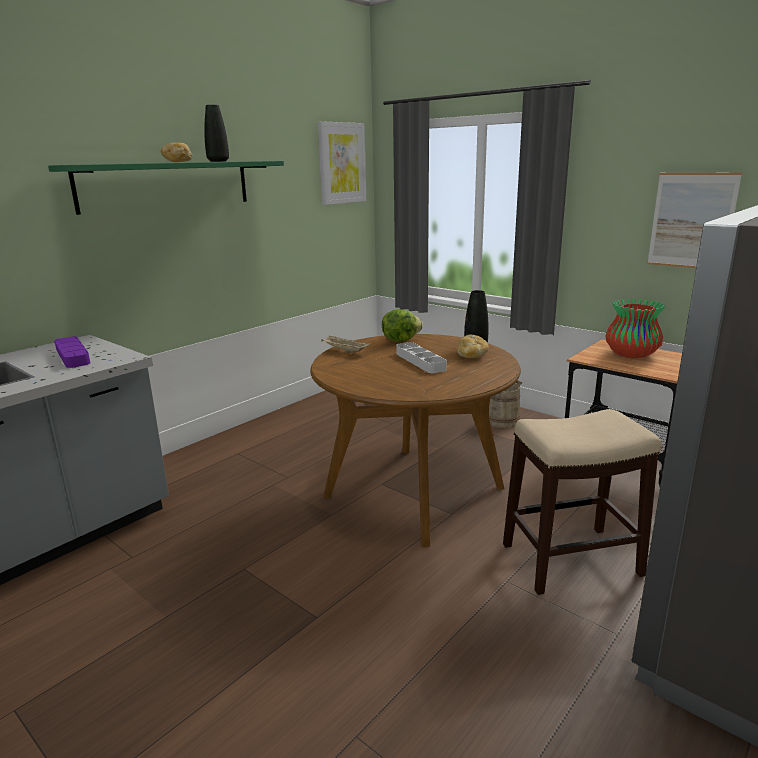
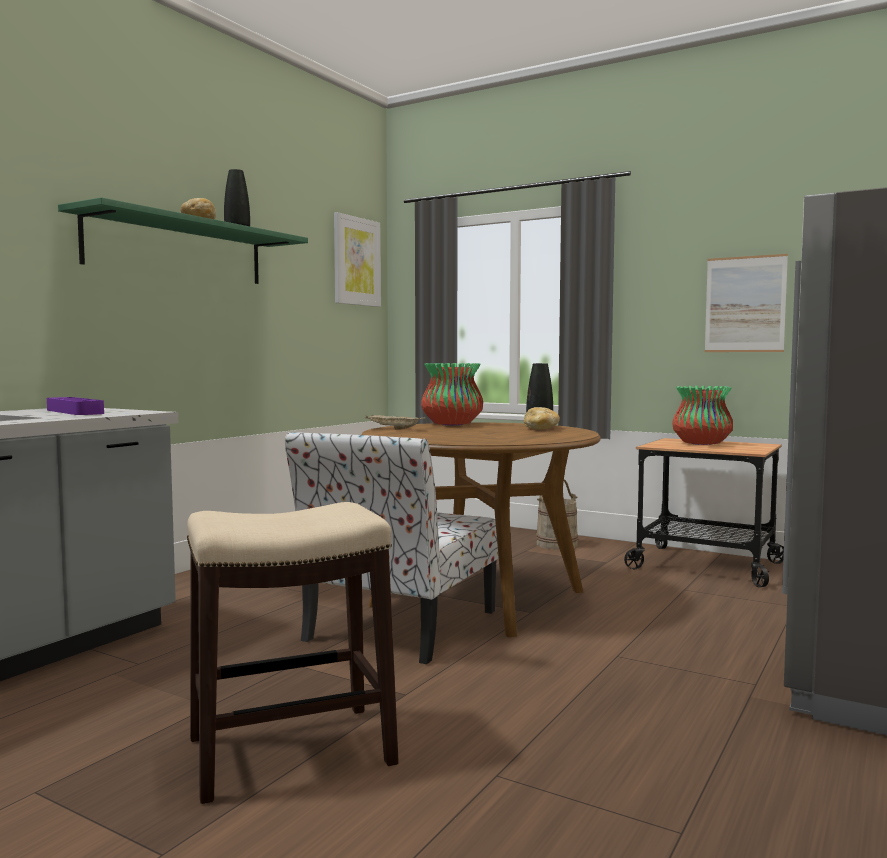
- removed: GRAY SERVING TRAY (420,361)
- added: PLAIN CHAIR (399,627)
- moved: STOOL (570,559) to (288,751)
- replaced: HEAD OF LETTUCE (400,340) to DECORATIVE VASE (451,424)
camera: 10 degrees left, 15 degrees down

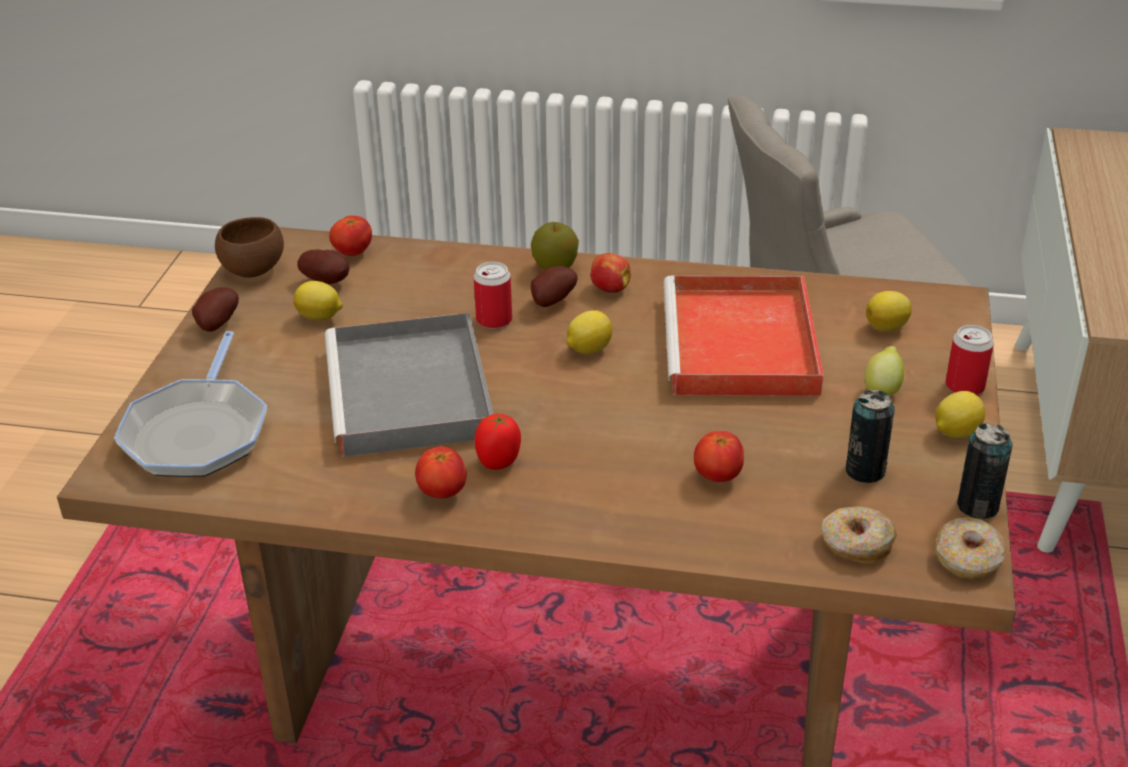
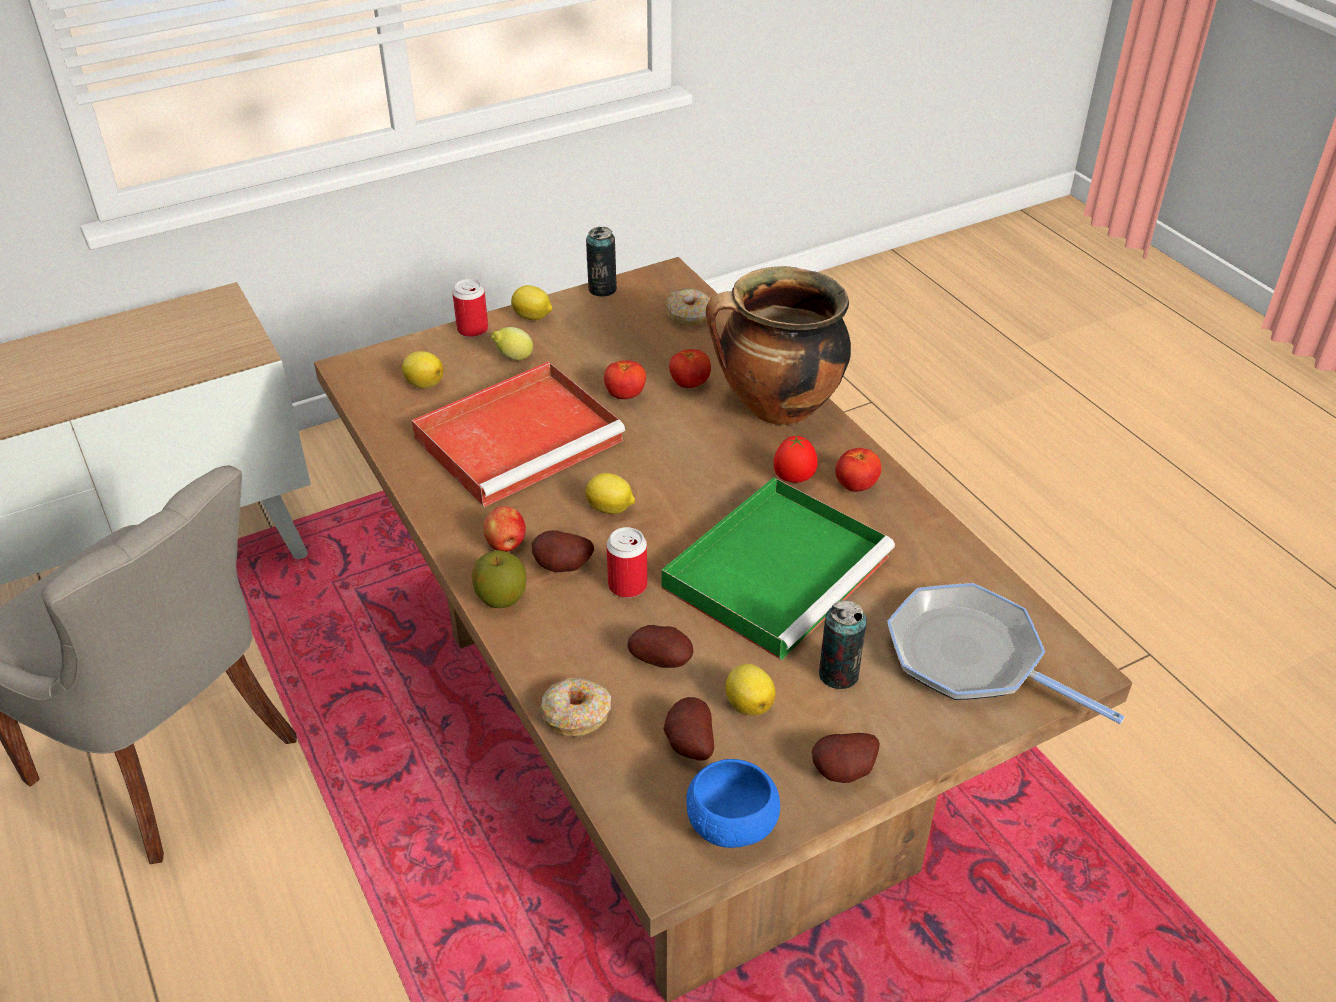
- added: WHOLE POTATO (663,660)
- added: STOCKPOT (777,409)
- moved: TOMATO (352,253) to (625,395)
- moved: METAL CAN (865,470) to (838,674)
- moved: DONUT (968,558) to (576,714)
- recoloured: BROWN BOWL (254,270) to BLUE BOWL (731,826)
- recoloured: GRAY SERVING TRAY (411,393) to GREENISH SERVING TRAY (778,569)
- turned: FRYING PAN (198,432) = (972,658) 105 degrees counterclockwise
camera: 130 degrees left, 5 degrees up

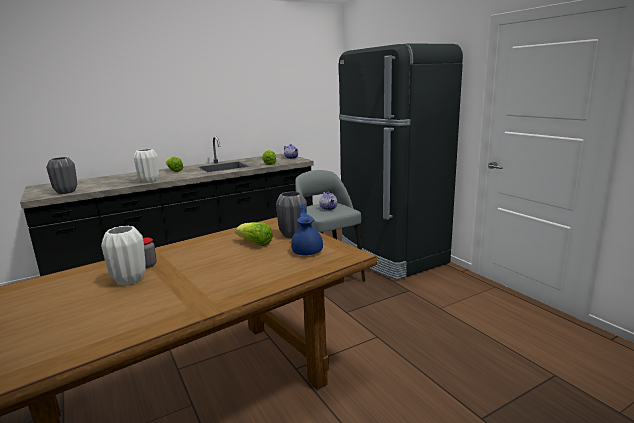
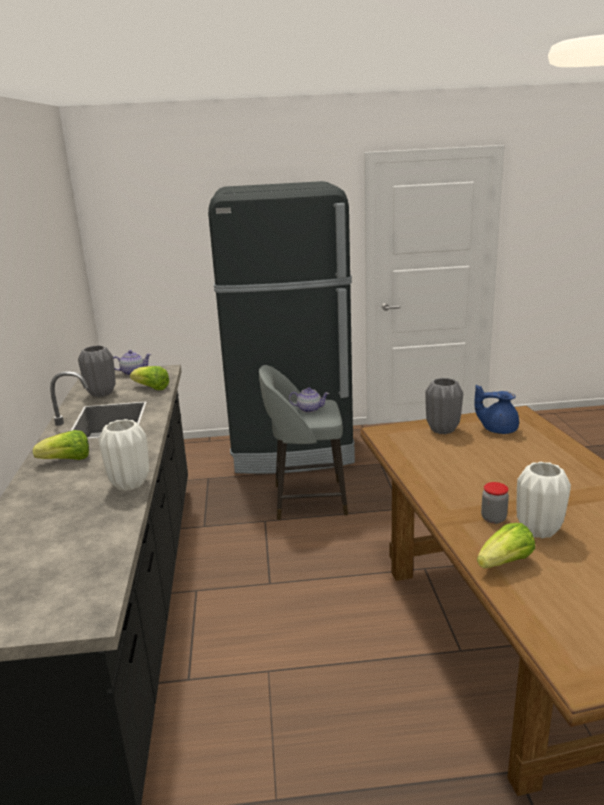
- moved: GRAY DECORATIVE VASE (66,192) to (102,393)
- moved: HEAD OF LETTUCE (255,243) to (505,562)
camera: 65 degrees left, 5 degrees up

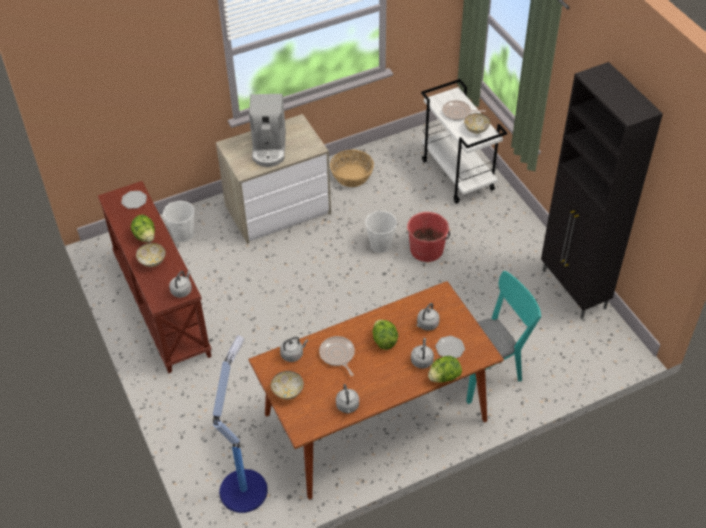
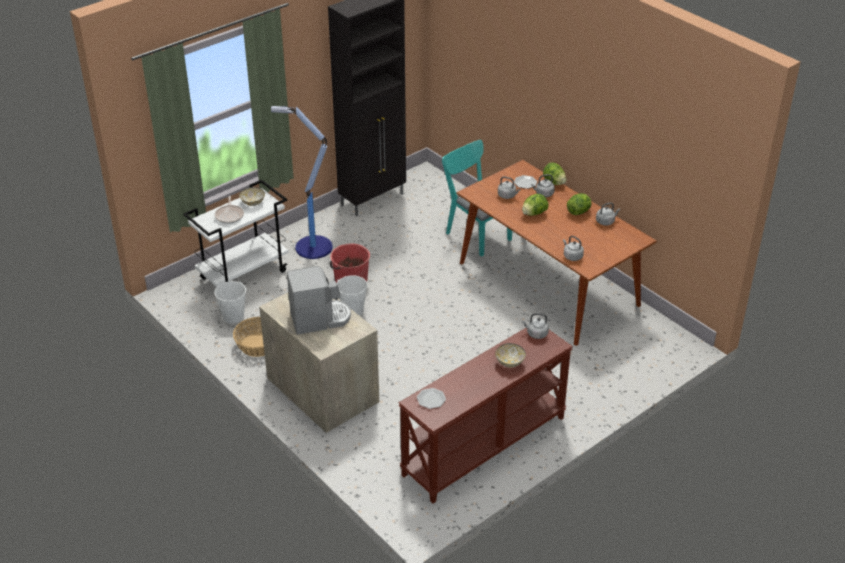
- removed: BOWL (287,391)
- removed: FRYING PAN (337,355)
- moved: HEAD OF LETTUCE (145,236) to (579,212)
- moved: WHITE-COLOURED PAIL (183,234) to (233,316)
- moved: STANDARD LAMP (244,489) to (312,247)
camera: 105 degrees left, 10 degrees down

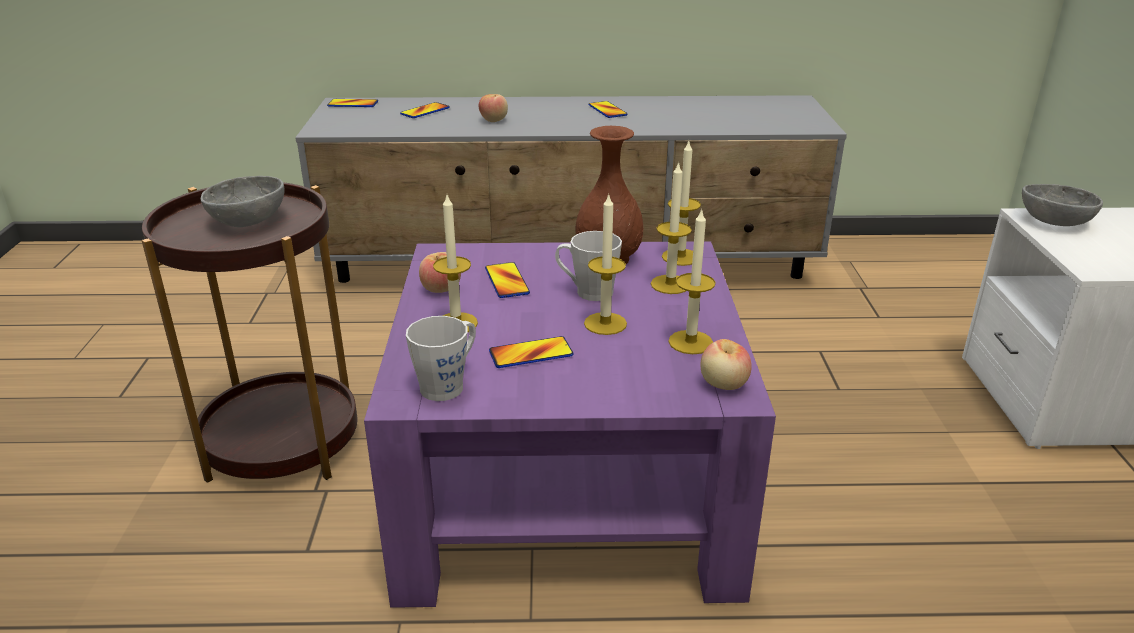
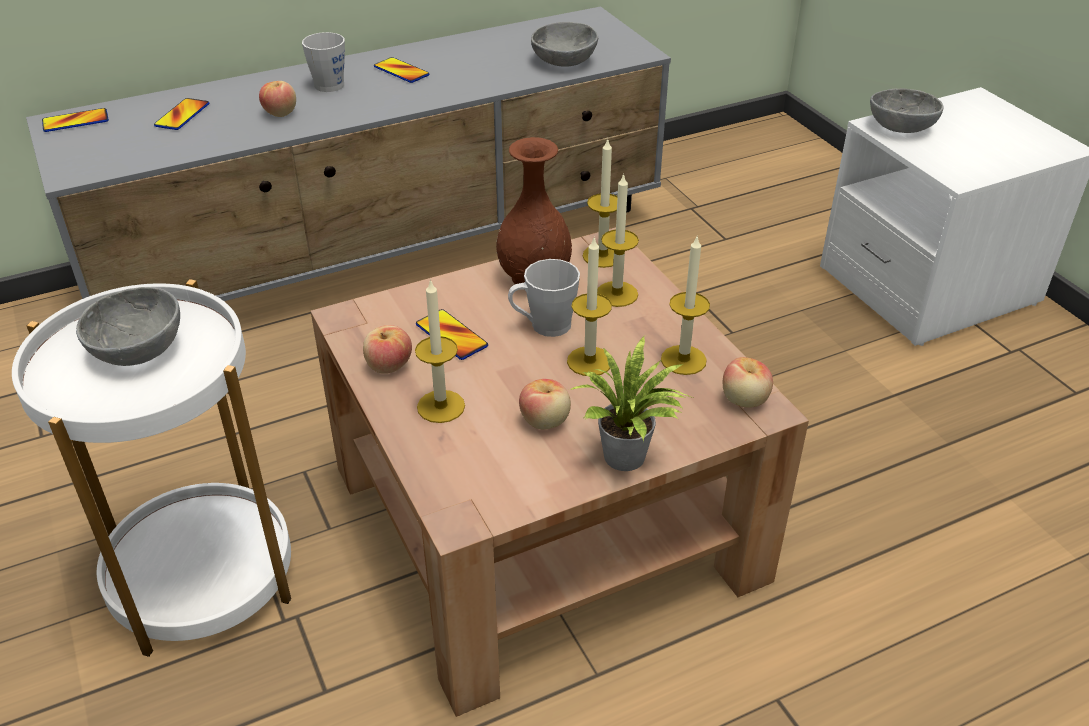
- added: GRAY BOWL (564,62)
- added: POTTED PLANT (628,460)
- moved: GRAY MUG (448,384) to (332,82)
- replaced: PHONE (531,354) to APPLE (545,421)
- recoloured: BROWN SIDE TABLE (282,441) to WHITE-COLOURED SIDE TABLE (202,576)
- recoloured: PURPLE-COLOURED LOW TABLE (567,486) to BROWN LOW TABLE (544,522)
camera: 25 degrees left, 10 degrees up

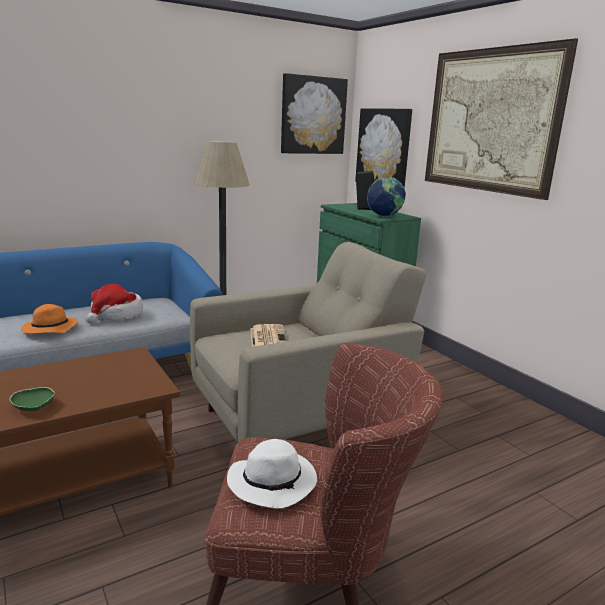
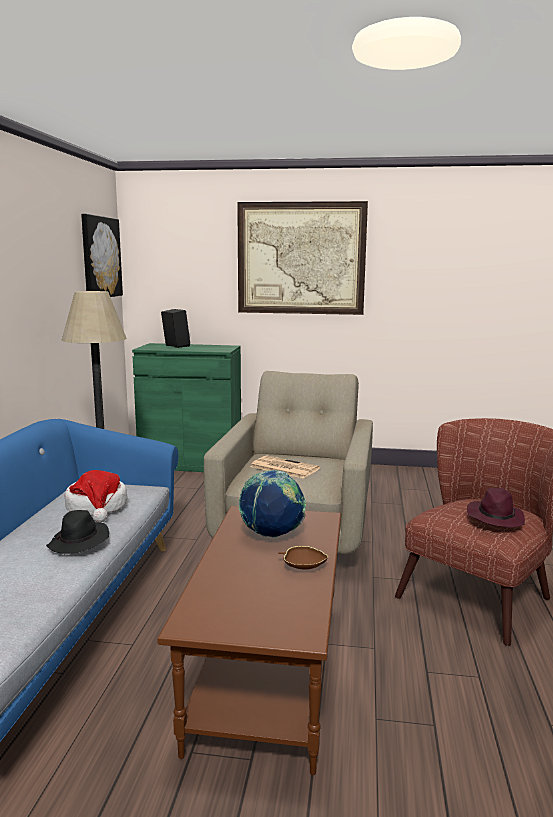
- removed: PICTURE (383,148)
- moved: DESK GLOBE (384,217) to (272,535)
- recoloured: GREENISH BOWL (34,407) to BROWN BOWL (303,566)
- recoloured: ORANGE-COLOURED CLOTHING HAT (49,329) to BLACKISH CLOTHING HAT (79,542)
- recoloured: WHITE-COLOURED CLOTHING HAT (273,482) to PURPLE-COLOURED CLOTHING HAT (495,518)
camera: 50 degrees left, 5 degrees down

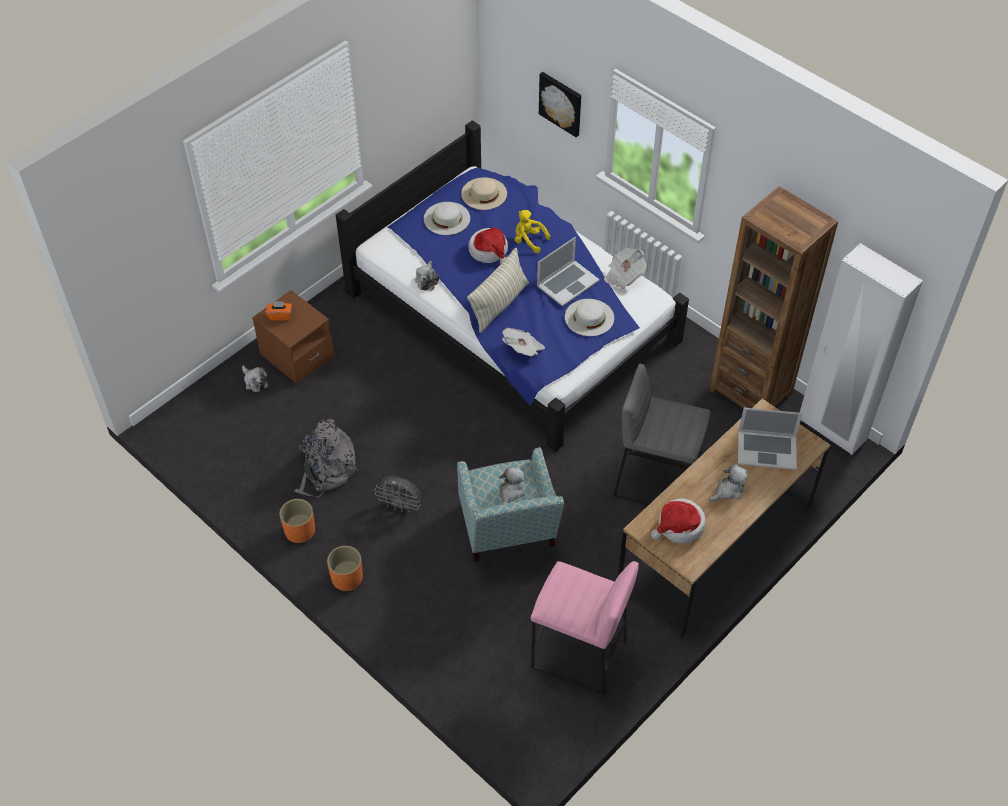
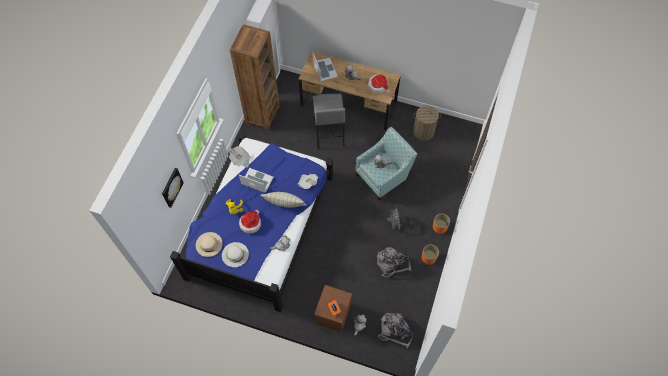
- removed: WHITE-COLOURED CLOTHING HAT (589,317)
- added: GRAY KNAPSACK (395,331)
- replaced: PINK STOOL (578,655) to LAUNDRY BASKET (423,131)
camera: 115 degrees left, 10 degrees up

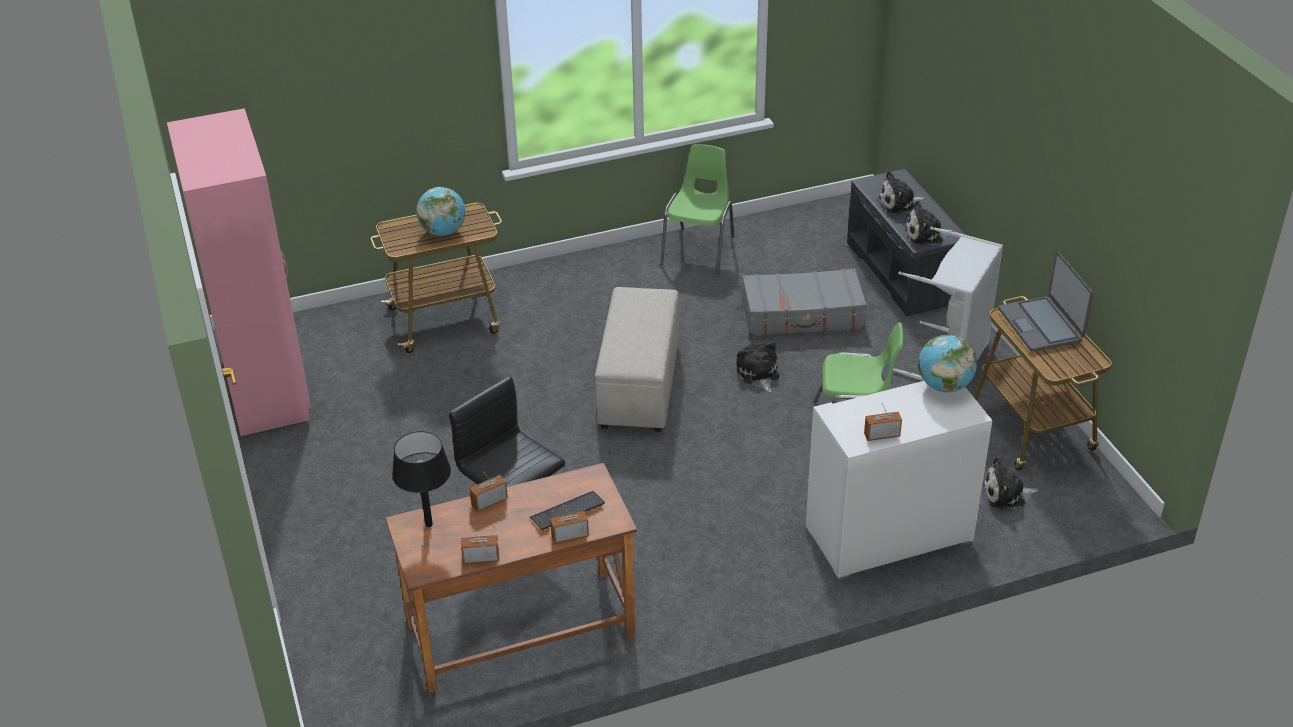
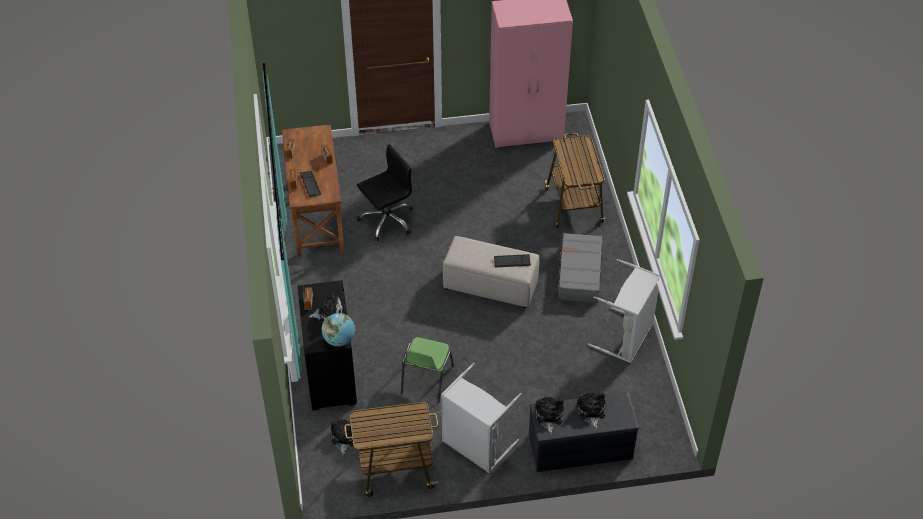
- removed: BLACKISH TABLETOP LAMP (429,524)
- removed: DESK GLOBE (443,232)
- removed: LAPTOP (1041,325)
- added: KEYBOARD (512,261)
- moved: PLUSH TOY (758,374) to (328,314)
- moved: GRAY PIECE OF LUGGAGE (803,315) to (579,274)
- replaced: GREENISH PLAIN CHAIR (699,250) to GRAY LAUNDRY BASKET (627,338)
- recoloured: WHITE-COLOURED DRAWER CHEST (889,536) to BLACKISH DRAWER CHEST (329,373)
camera: 100 degrees right, 10 degrees up

